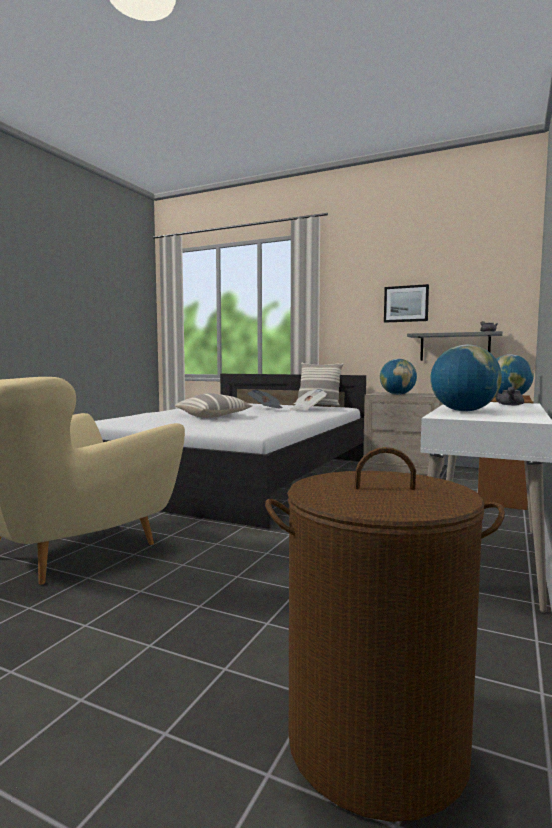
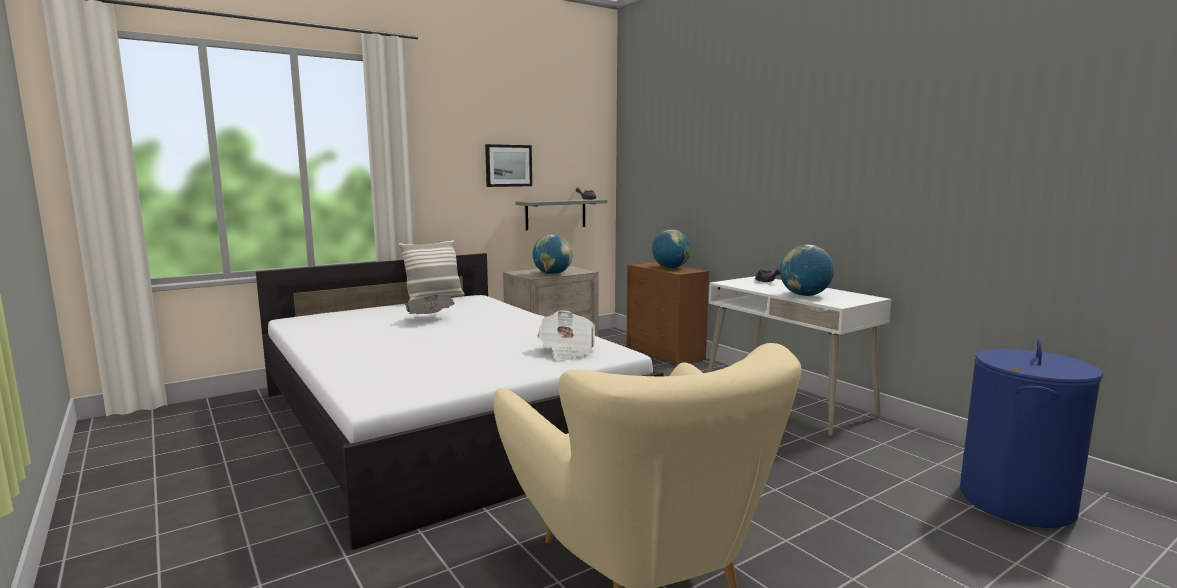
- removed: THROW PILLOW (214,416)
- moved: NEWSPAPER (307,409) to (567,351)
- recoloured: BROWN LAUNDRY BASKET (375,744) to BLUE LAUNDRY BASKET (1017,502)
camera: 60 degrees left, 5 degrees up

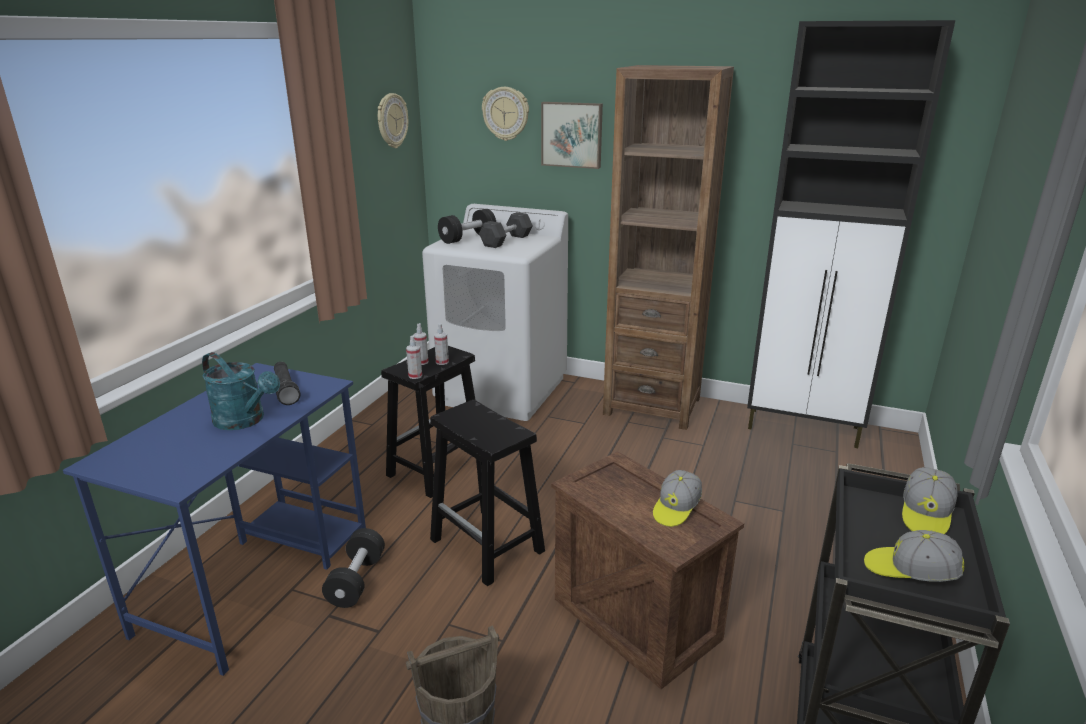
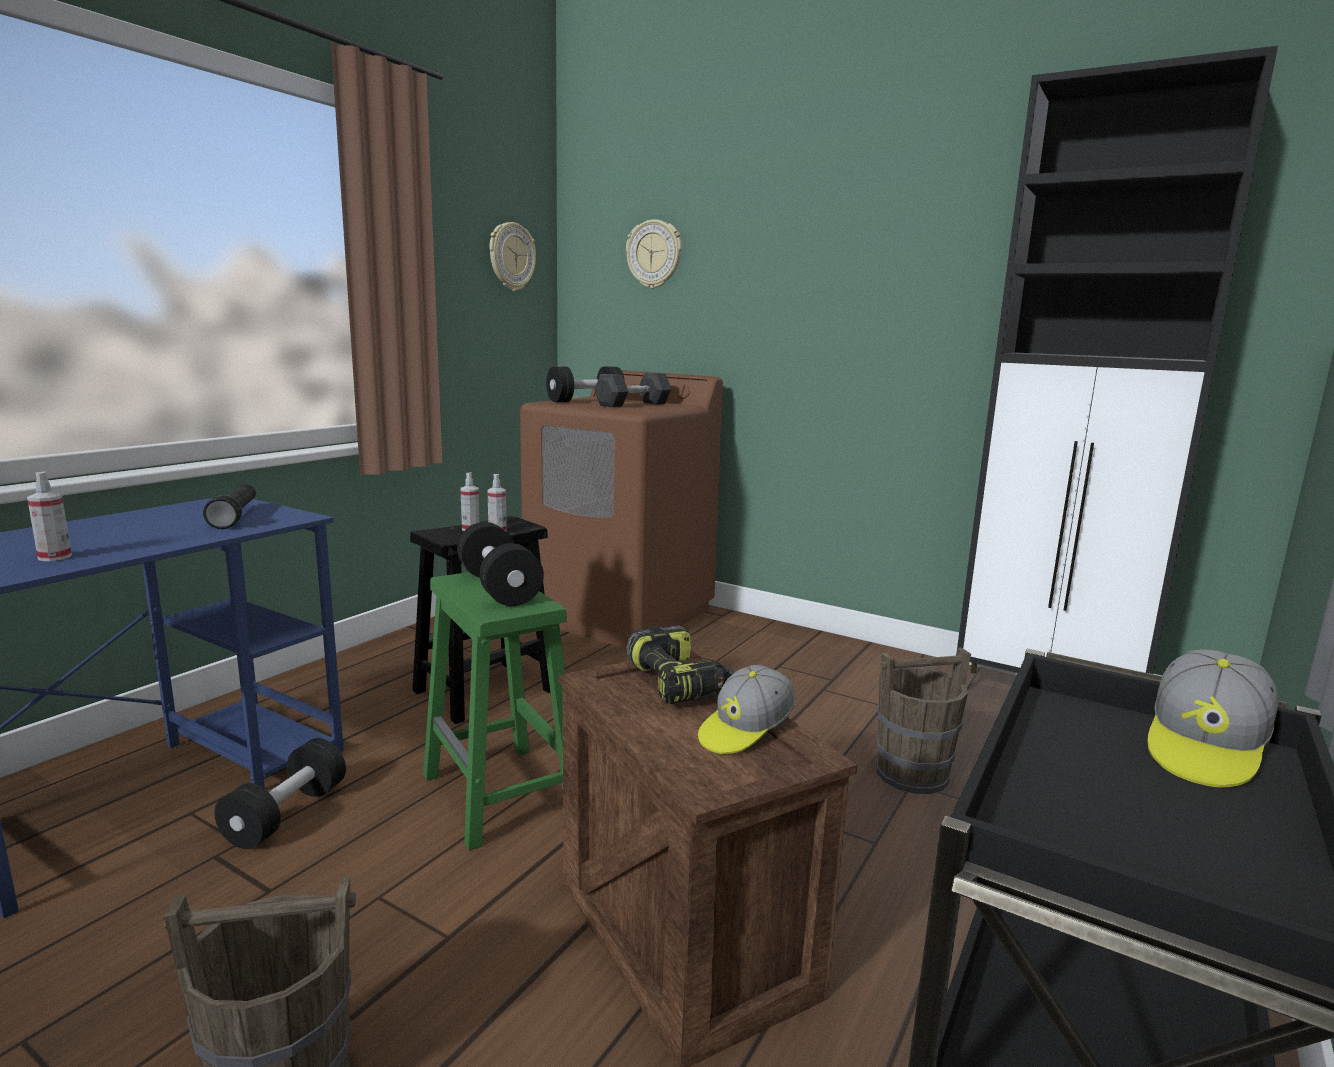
- removed: TURQUOISE-COLOURED WATERING CAN (245,421)
- removed: PICTURE (572,134)
- removed: BROWN SHELVING UNIT (652,406)
- removed: CAP (910,572)
- added: BLACKISH DUMBBELL (499,588)
- added: DRILL (679,682)
- added: BROWN PAIL (912,774)
- moved: SPRAY BOTTLE (415,376) to (55,557)
- recoloured: WHITE-COLOURED LAUNDRY MACHINE (502,390) to BROWN LAUNDRY MACHINE (621,614)
- recoloured: BLACKISH STOOL (488,546) to GREENISH STOOL (501,795)
camera: 10 degrees right, 10 degrees down

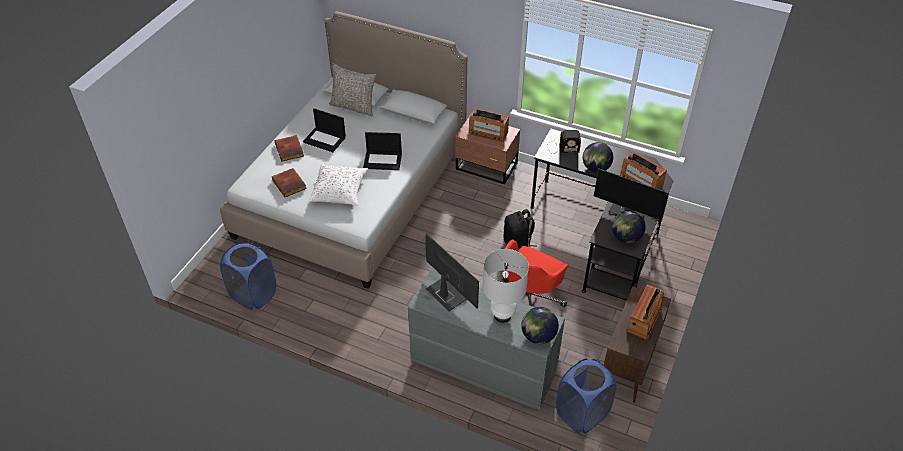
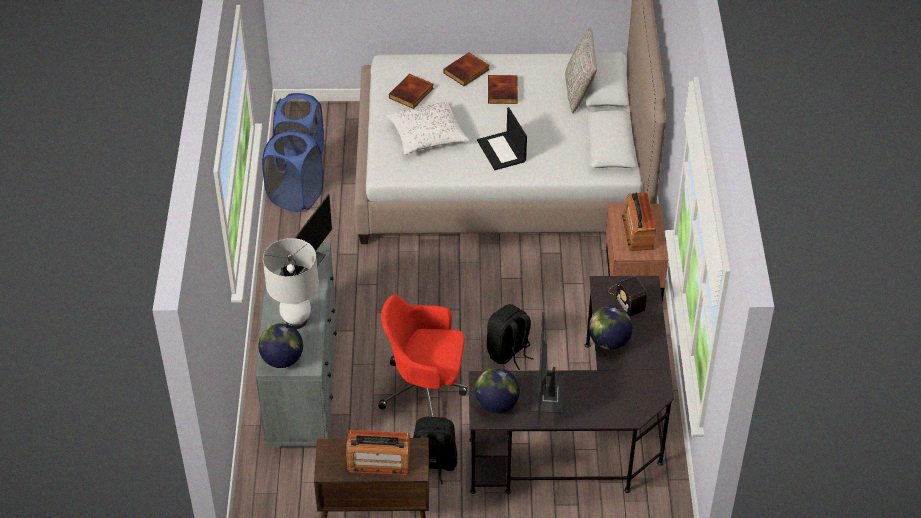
- removed: RADIO SET (641,181)
- added: BLACKISH KNAPSACK (433,464)
- moved: BLUE LAUNDRY BASKET (581,413) to (295,196)
- replaced: LAPTOP (325,139) to BOUND BOOK (503,91)
camera: 65 degrees right, 0 degrees up

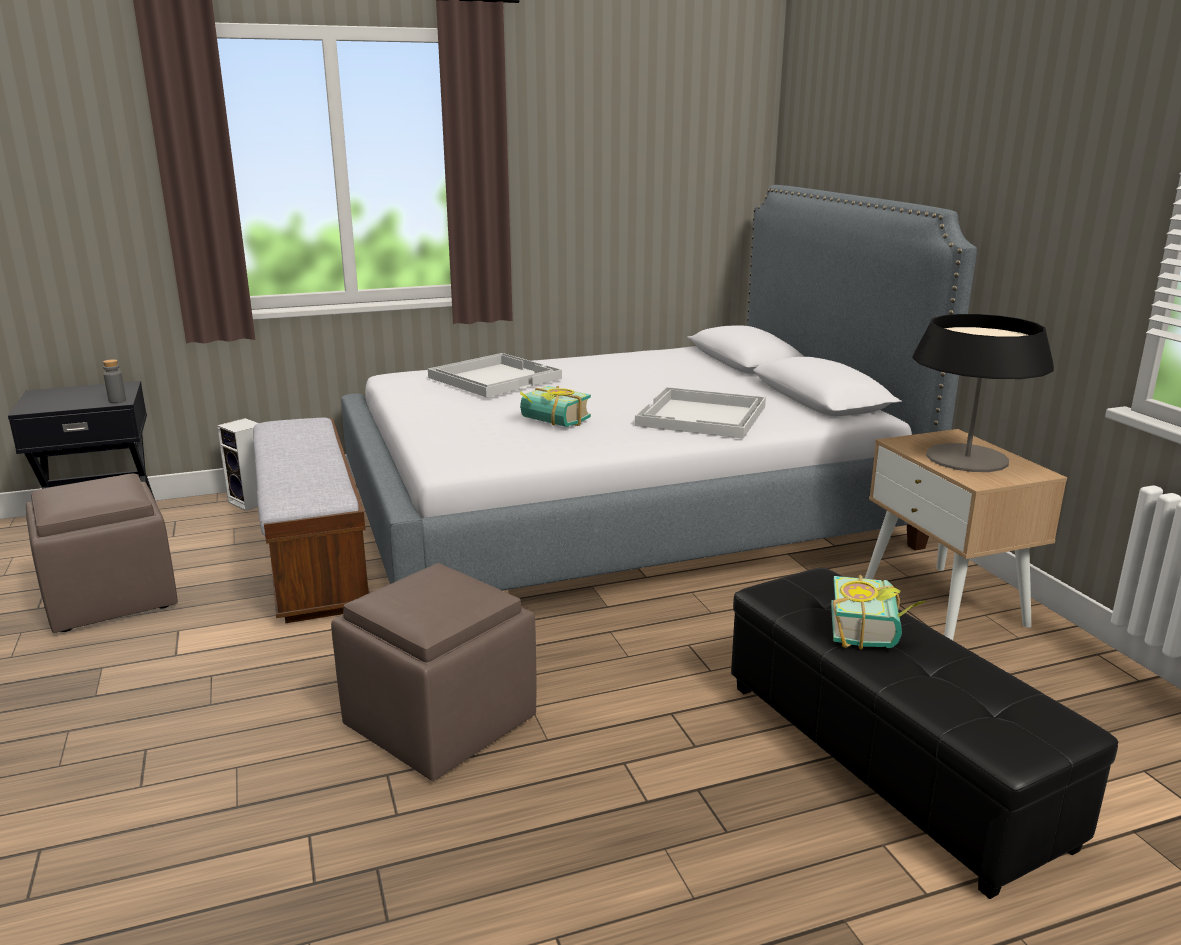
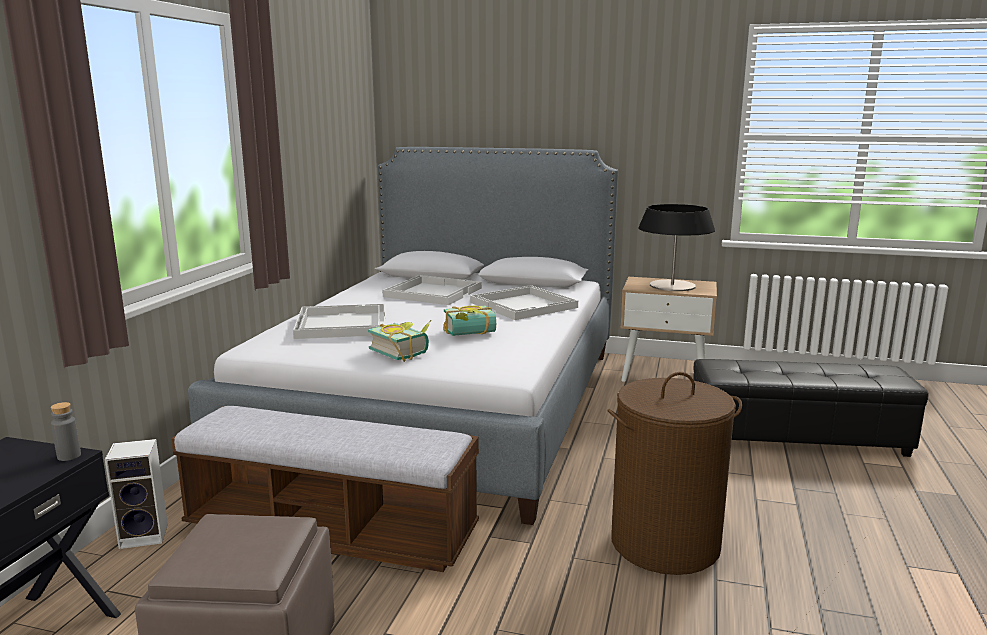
- added: WHITE-COLOURED SERVING TRAY (433,292)
- moved: BOUND BOOK (872,631) to (403,352)
- replaced: BROWN FOOTREST (438,723) to BROWN LAUNDRY BASKET (665,544)
camera: 55 degrees left, 5 degrees down

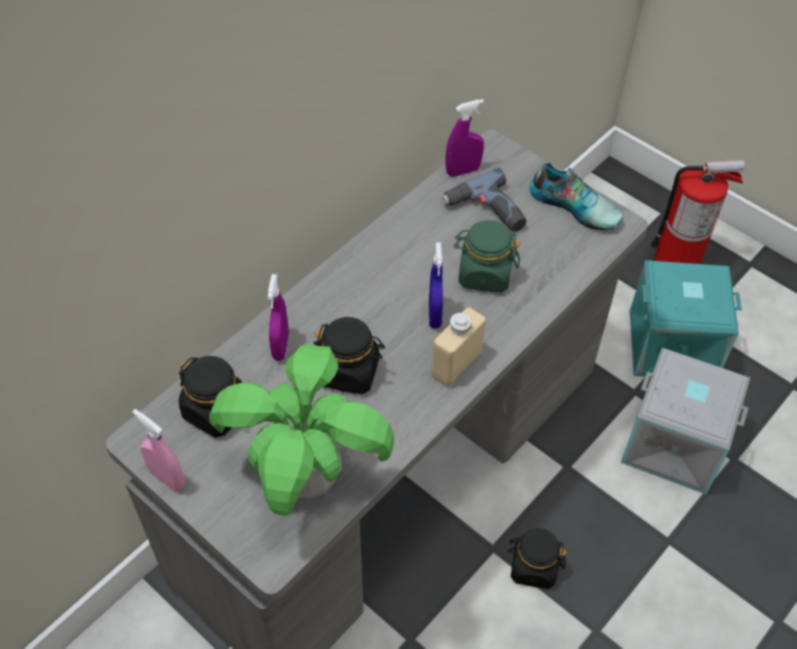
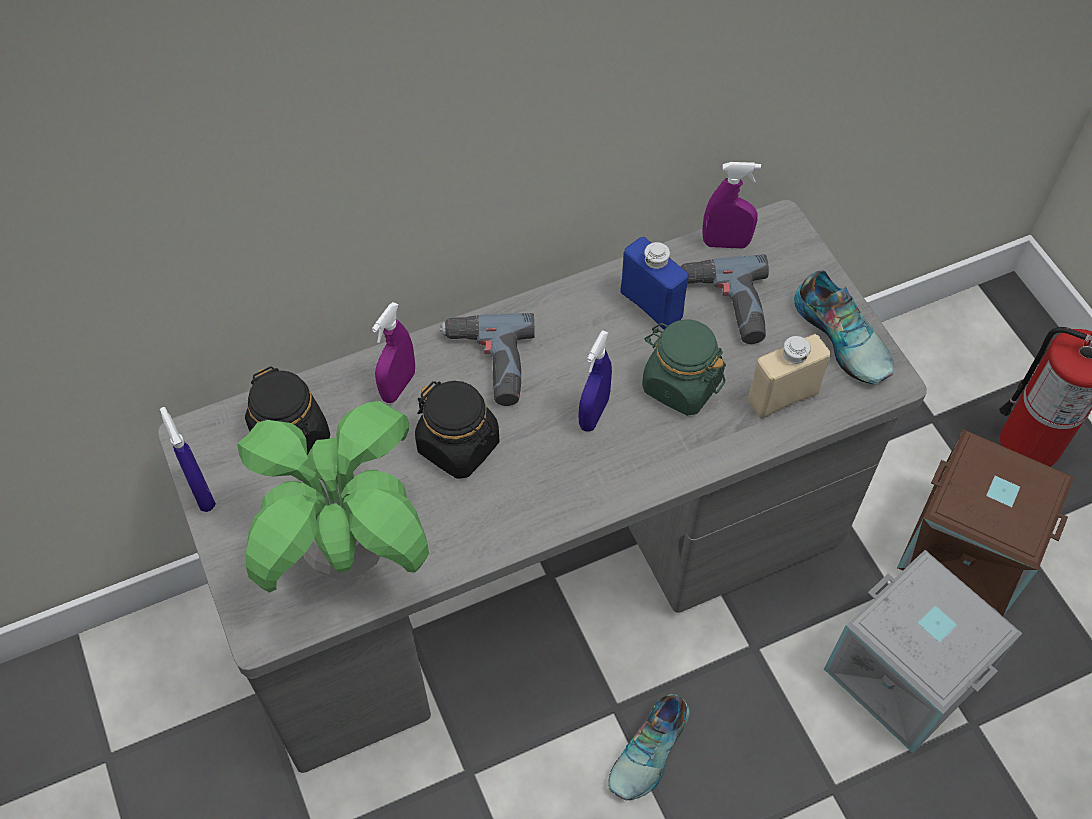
- added: DRILL (488,364)
- added: BLUE DRINK BOTTLE (651,305)
- moved: BEIGE-COLOURED DRINK BOTTLE (456,364) to (782,396)
- replaced: BLACKISH STORAGE JAR (533,567) to SHOE (651,751)
- recoloured: PINK SPRAY BOTTLE (167,478) to BLUE SPRAY BOTTLE (201,492)
- recoloured: TURQUOISE-COLOURED STORAGE CONTAINER (672,344) to BROWN STORAGE CONTAINER (969,546)
camera: 25 degrees right, 5 degrees up

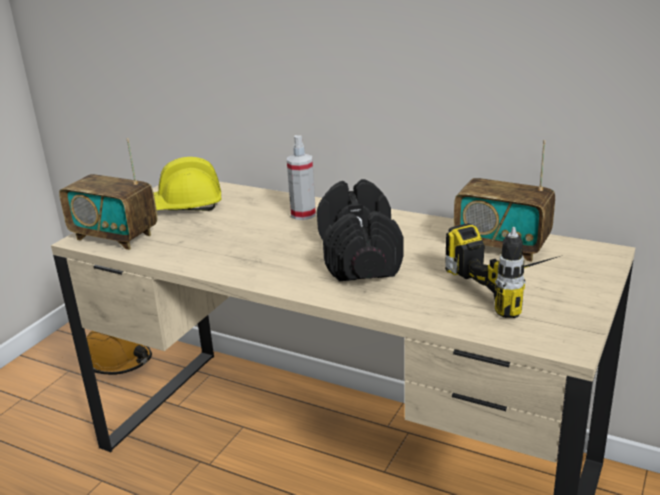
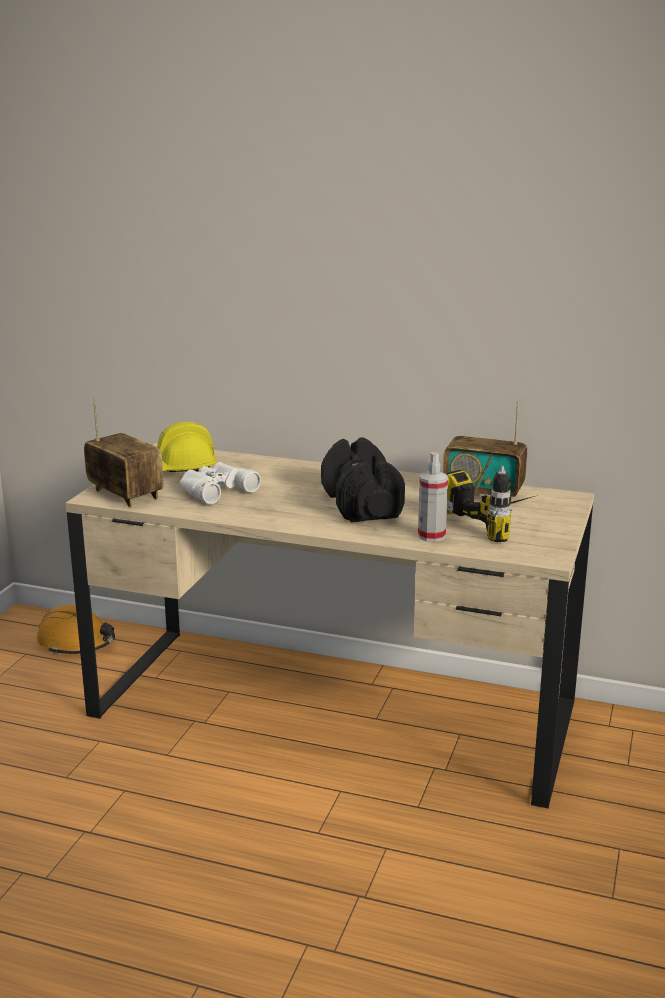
- added: WHITE-COLOURED PAIR OF BINOCULARS (214,489)
- moved: SPRAY BOTTLE (303,214) to (431,536)
- turned: RADIO SET (115,237) = (125,494) 150 degrees counterclockwise
camera: 10 degrees left, 5 degrees down

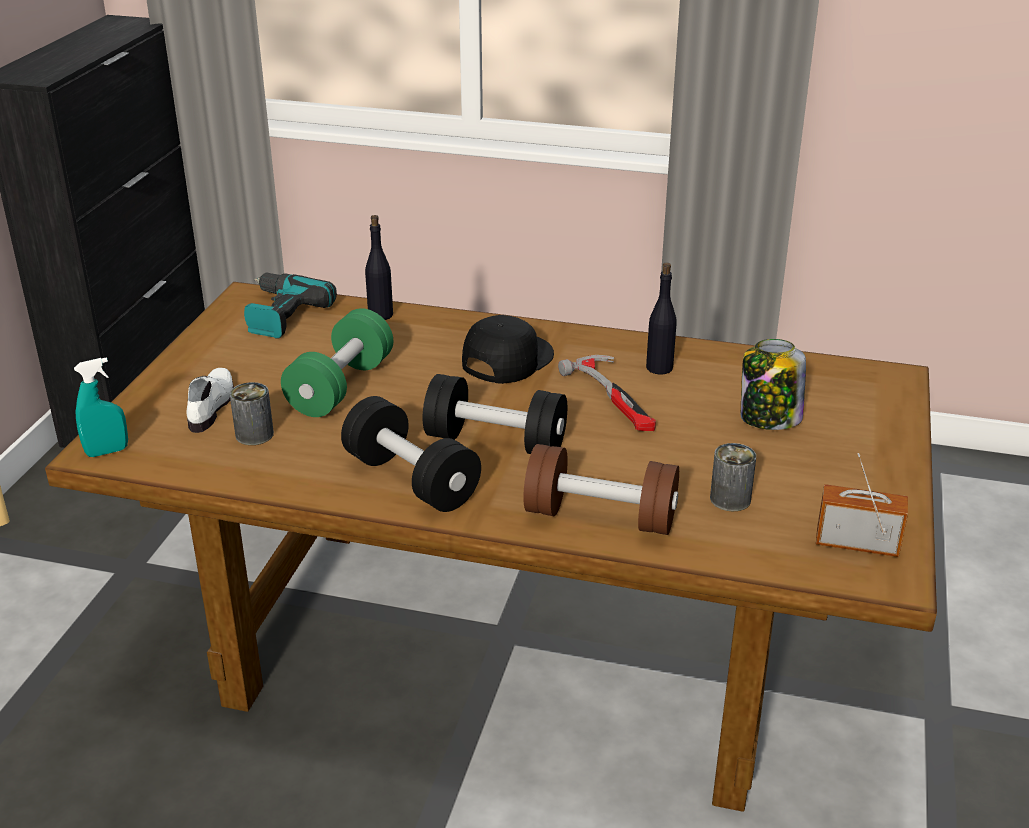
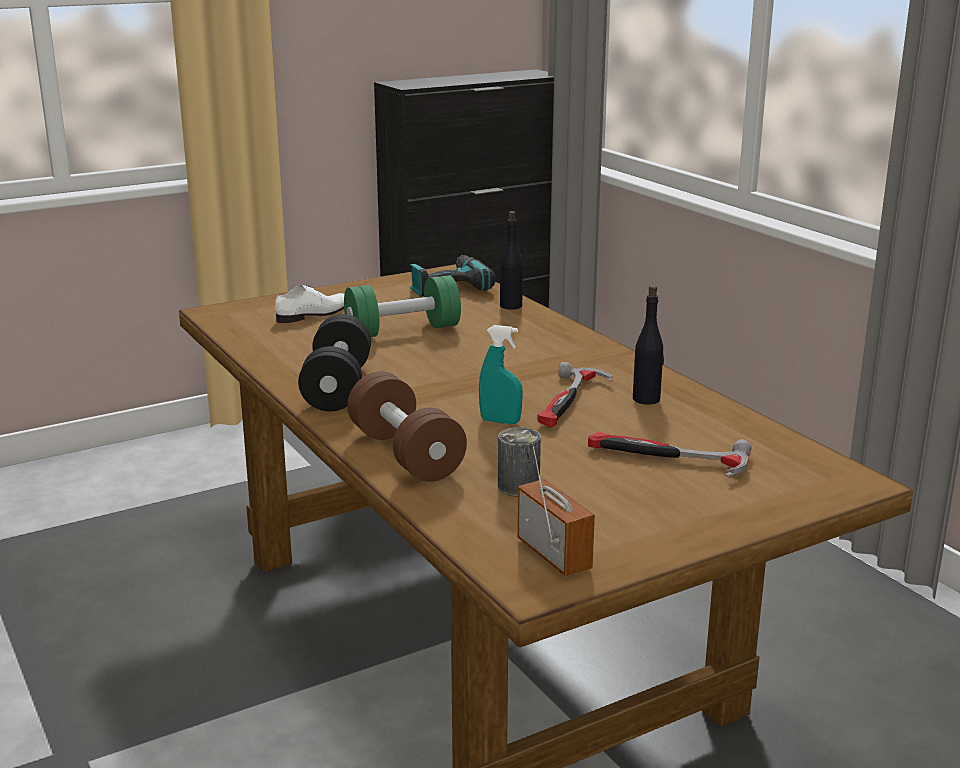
- removed: METAL CAN (254,434)
- removed: BLACKISH DUMBBELL (495,442)
- removed: BLACKISH CAP (506,359)
- moved: TURQUOISE-COLOURED SPRAY BOTTLE (107,451) to (500,421)
- replaced: STORAGE JAR (769,418) to HAND HAMMER (666,459)
camera: 45 degrees right, 10 degrees down

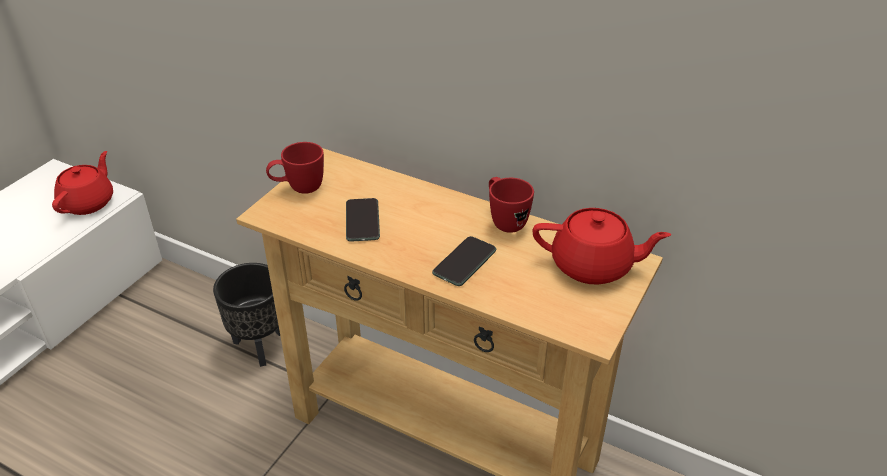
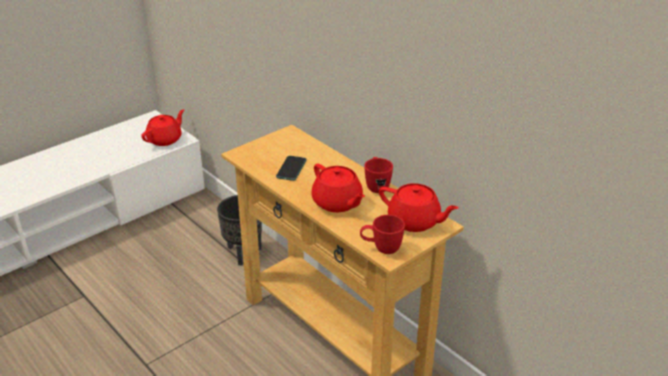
- moved: RED MUG (298,189) to (381,249)
- replaced: PHONE (464,262) to RED TEAPOT (337,203)
camera: 20 degrees right, 5 degrees down

